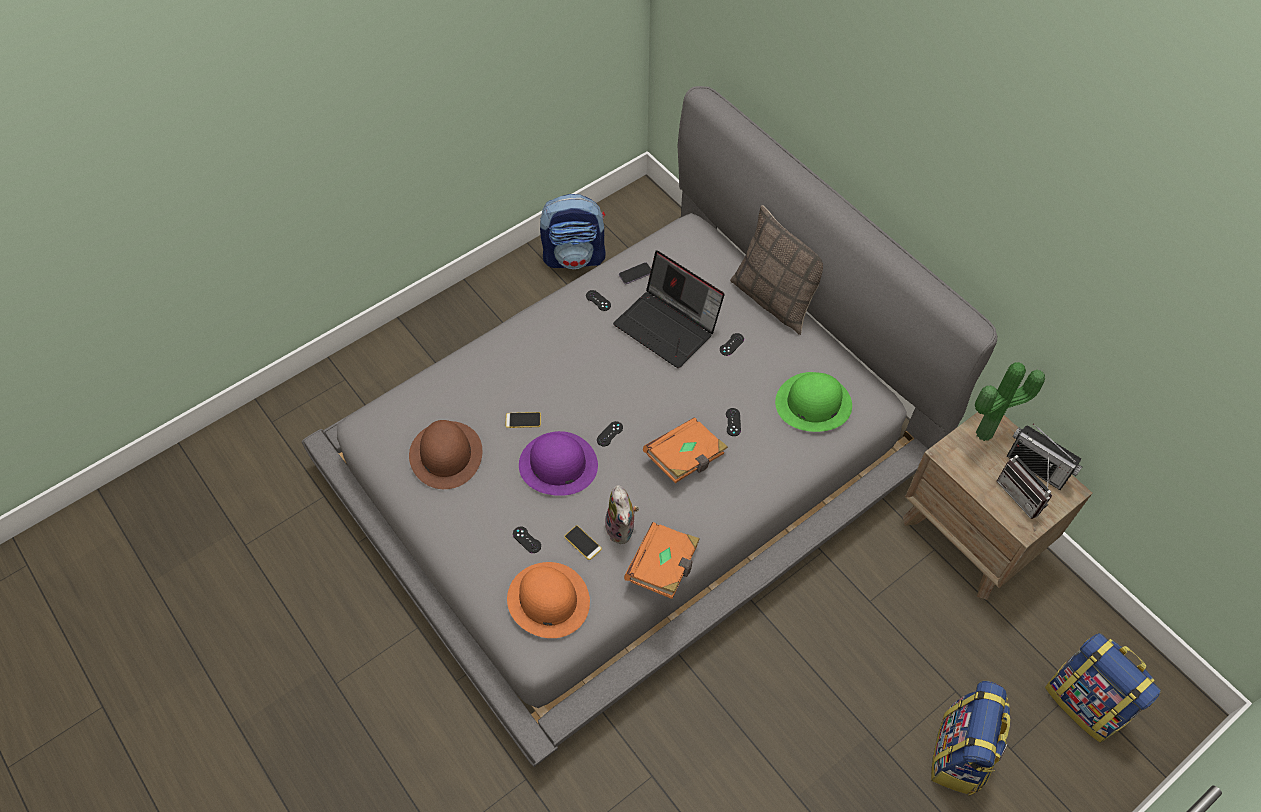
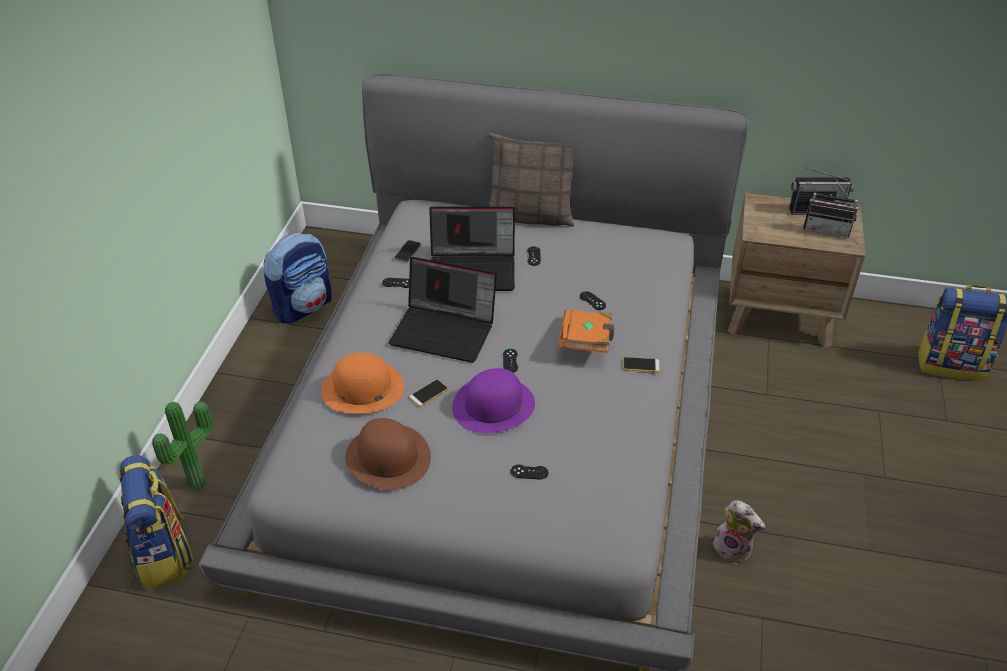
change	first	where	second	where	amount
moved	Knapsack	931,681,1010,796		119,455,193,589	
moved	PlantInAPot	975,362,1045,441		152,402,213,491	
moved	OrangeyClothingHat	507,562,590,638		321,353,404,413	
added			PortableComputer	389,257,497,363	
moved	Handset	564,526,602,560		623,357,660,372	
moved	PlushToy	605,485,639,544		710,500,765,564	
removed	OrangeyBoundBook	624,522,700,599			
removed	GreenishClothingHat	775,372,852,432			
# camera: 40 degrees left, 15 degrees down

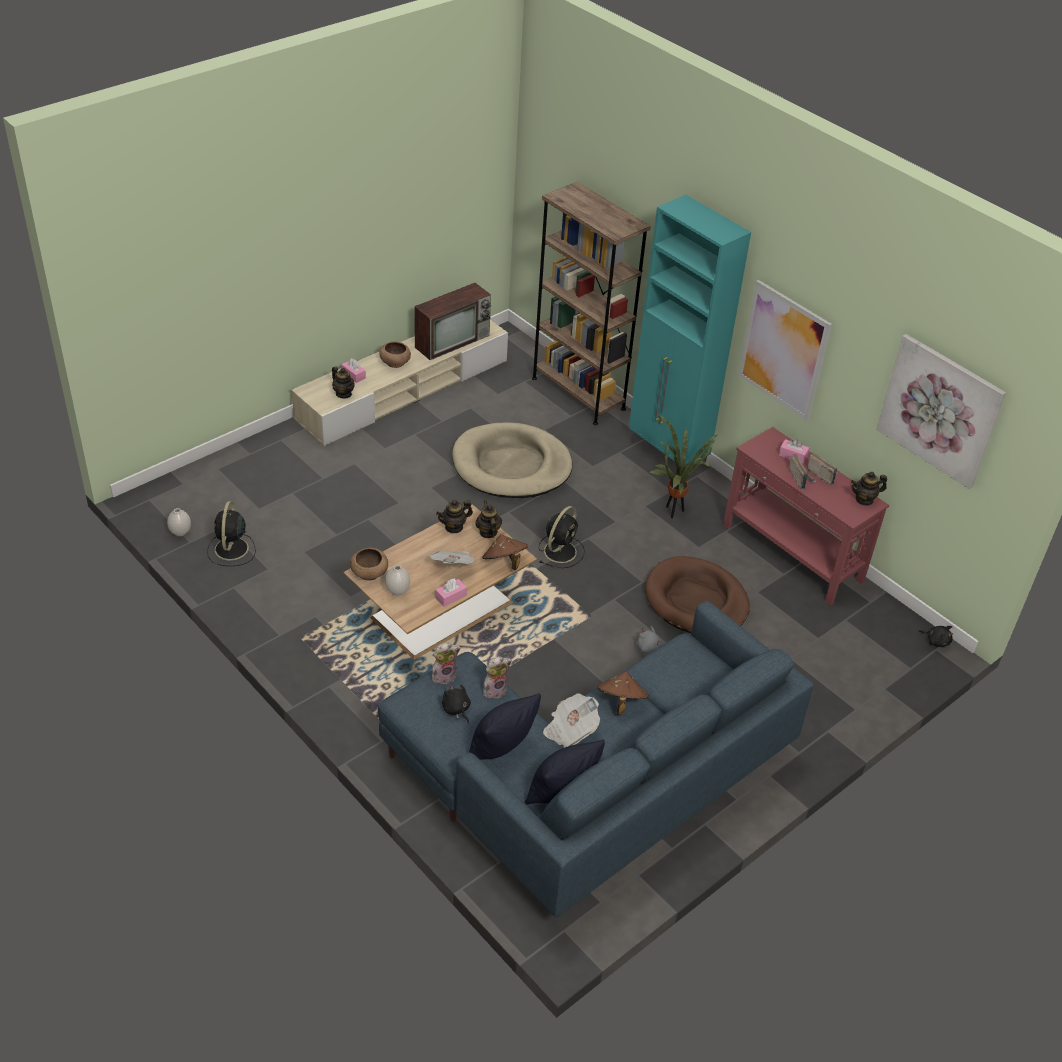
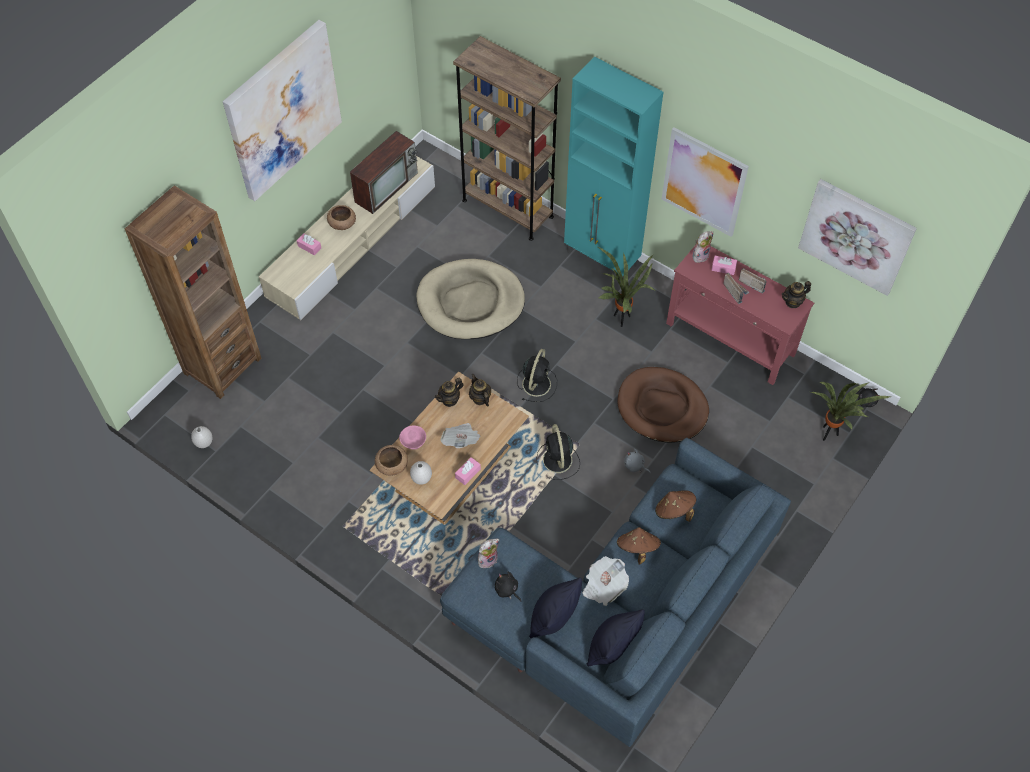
change	first	where	second	where	amount
added			BrownColouredBookcase	125,185,261,399	
added			Picture	223,20,342,201	
added			PinkColouredDeepDish	399,425,426,450	
moved	BlackColouredCoolingFan	207,501,256,566		536,424,580,480	
moved	BrownColouredClothingHat	482,534,528,570		655,490,696,522	
moved	PlushToy	483,656,512,699		693,231,714,264	
added			PlantInAPot	811,382,891,441	
removed	TeaPot	332,366,355,398			
# camera: 10 degrees left, 15 degrees up

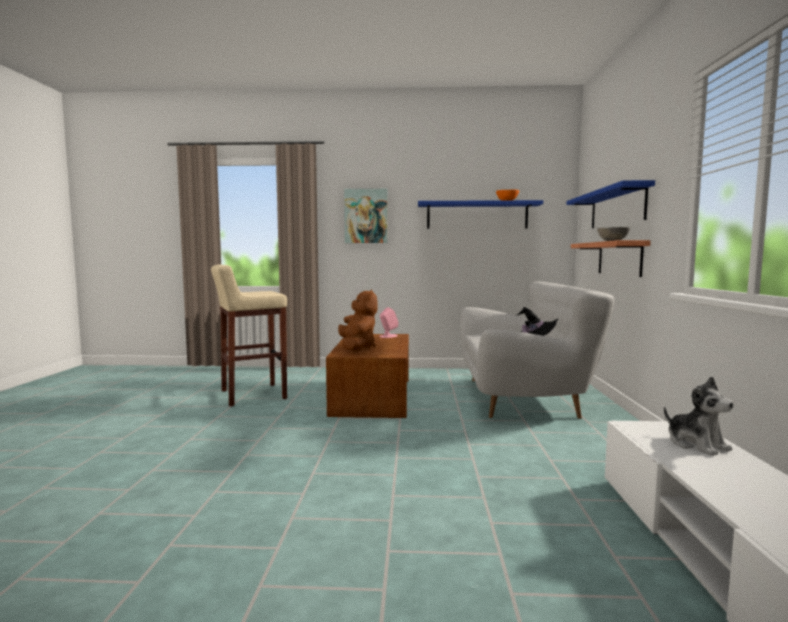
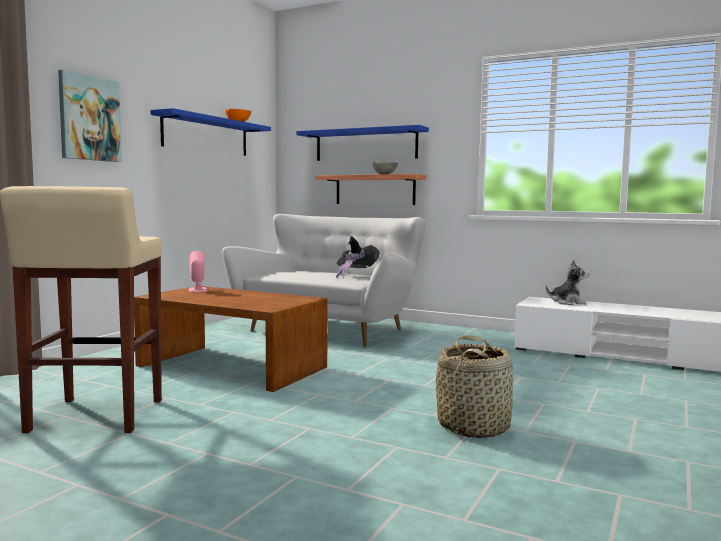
change	first	where	second	where	amount
added			HouseholdBasket	436,335,513,438	
removed	BrownColouredPlushToy	338,289,378,351			
# camera: 65 degrees left, 0 degrees up

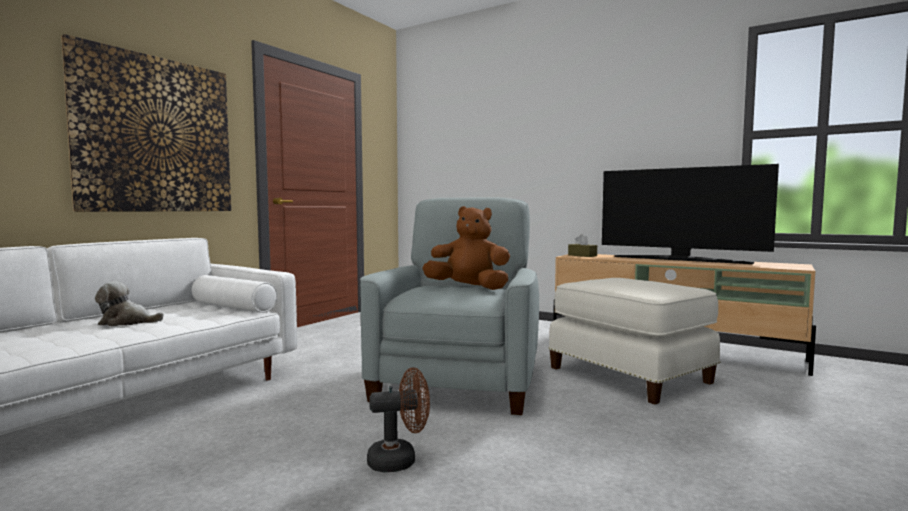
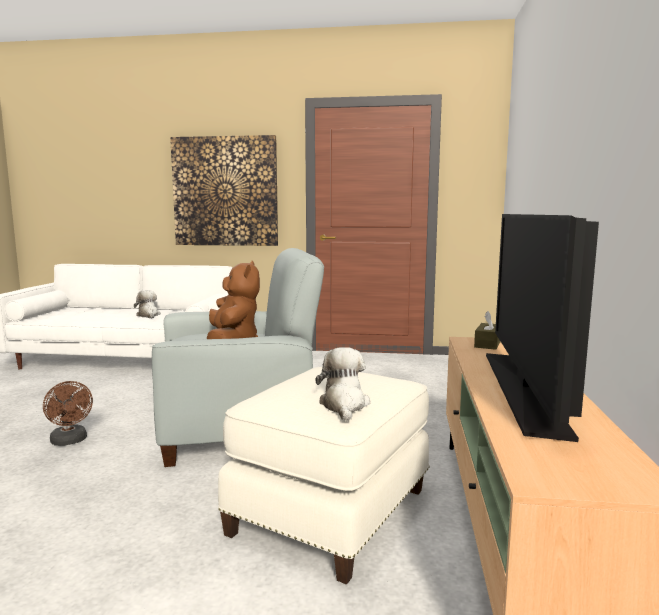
change	first	where	second	where	amount
added			PlushToy	315,347,370,421	
# camera: 65 degrees right, 5 degrees up

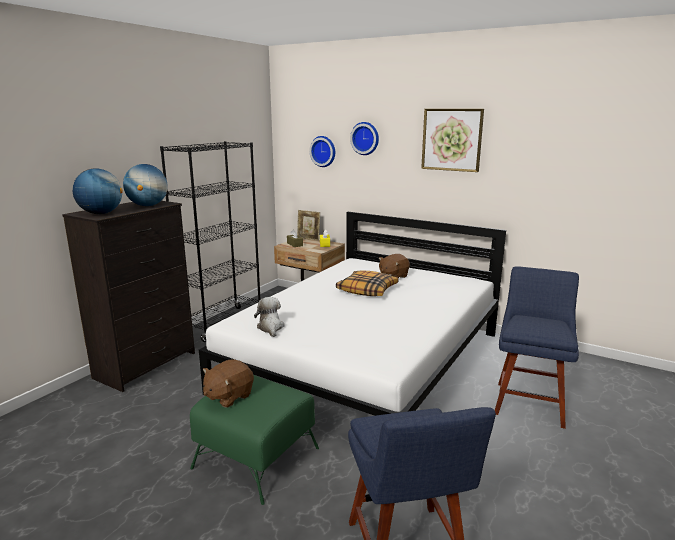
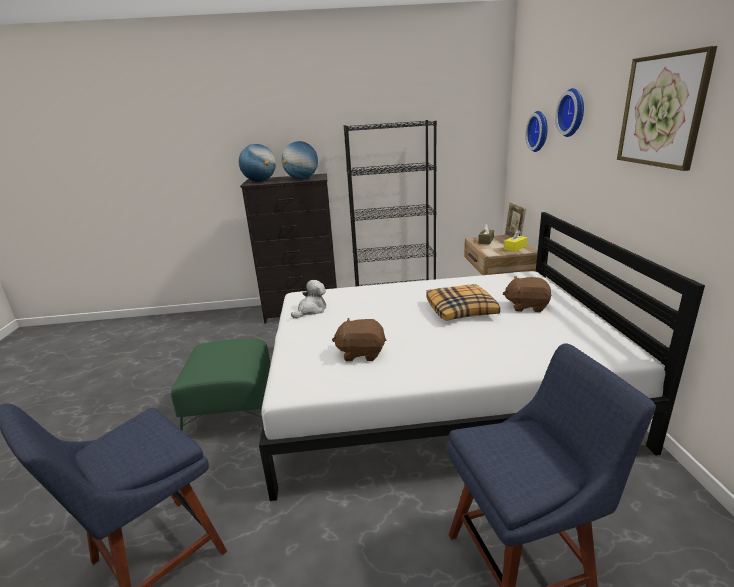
change	first	where	second	where	amount
moved	BrownColouredPlushToy	203,359,254,408		332,318,386,361	
# camera: 55 degrees right, 5 degrees up

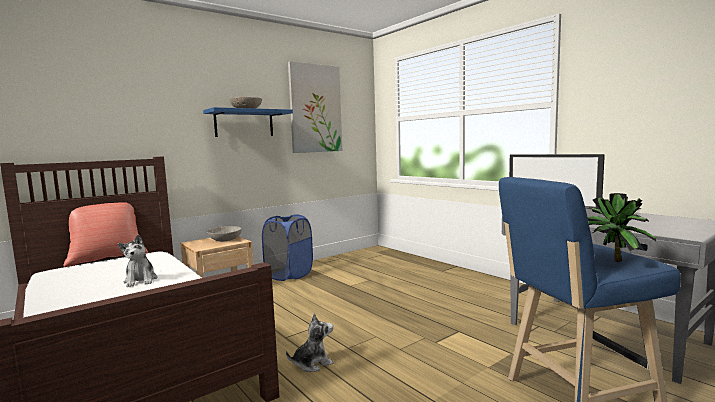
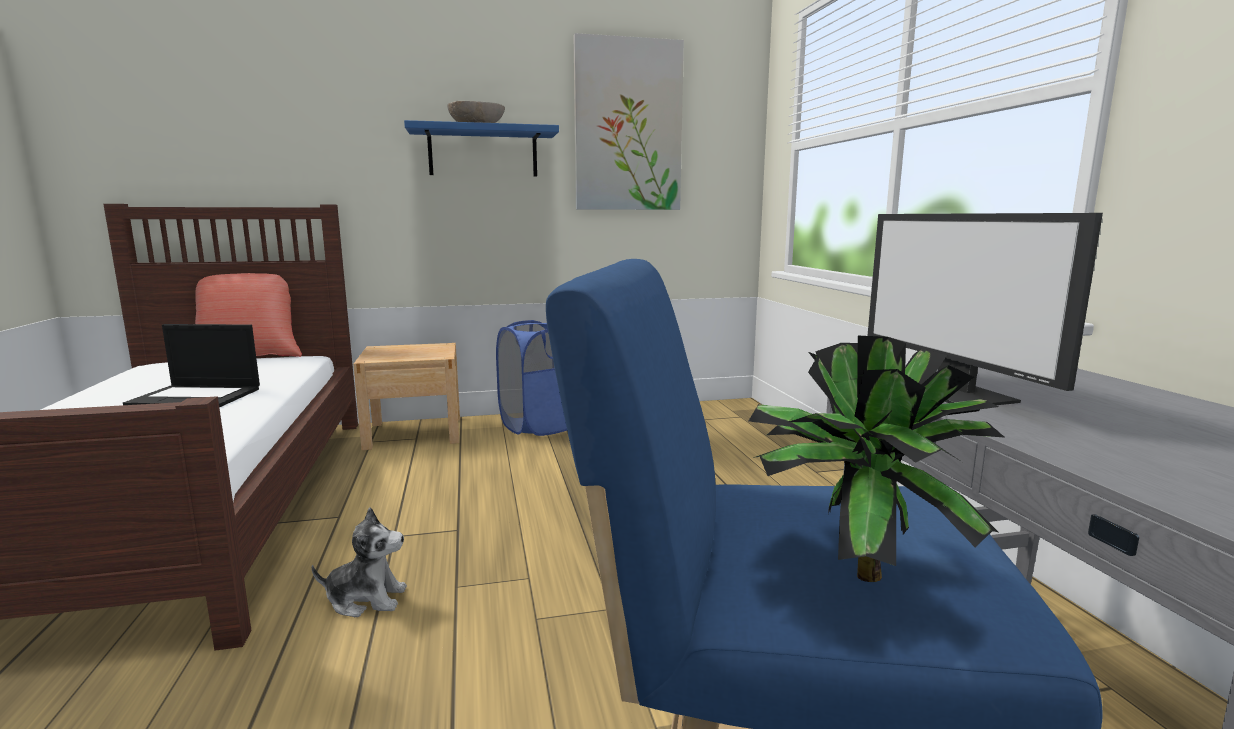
change	first	where	second	where	amount
replaced	PlushToy	118,235,157,287	PortableComputer	123,324,260,407	
removed	GreyishDeepDish	207,226,242,242			
# camera: 25 degrees right, 5 degrees up

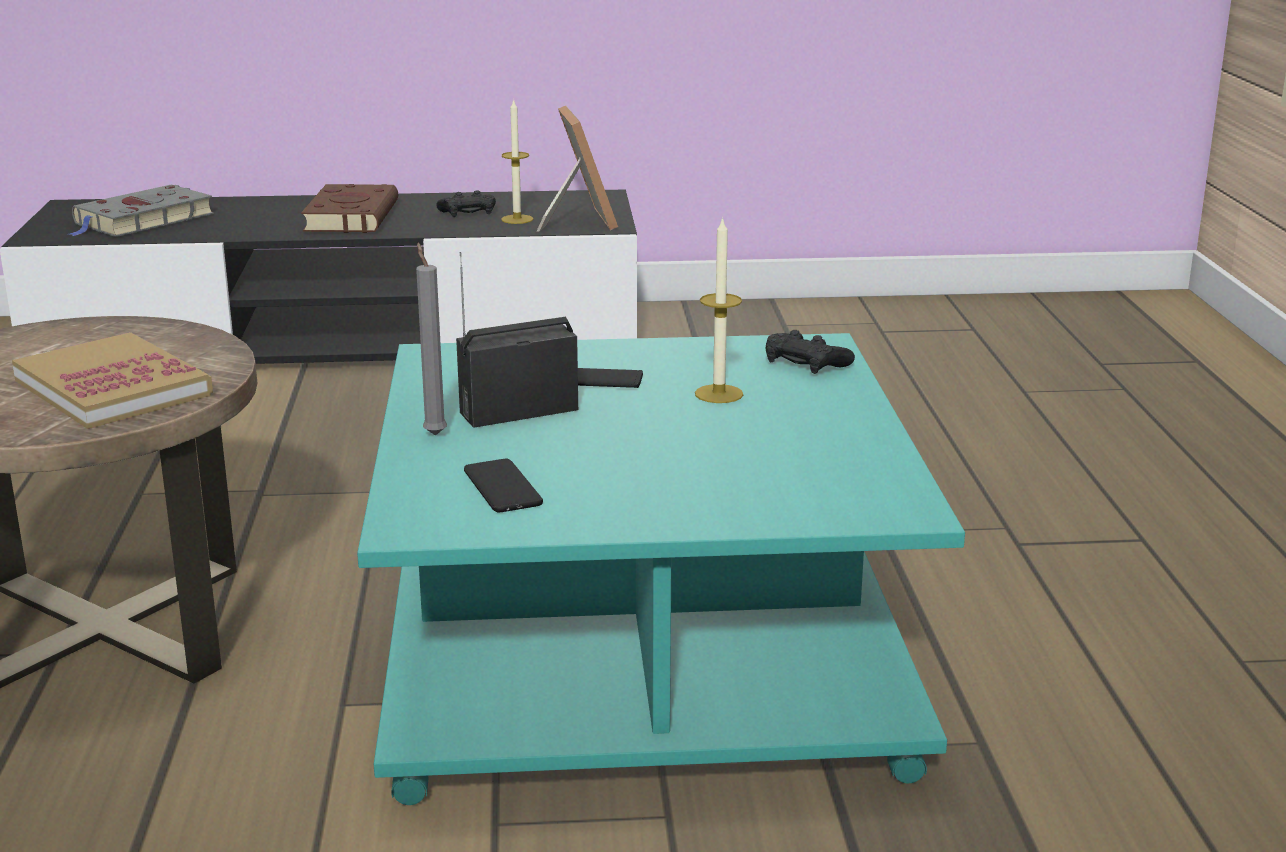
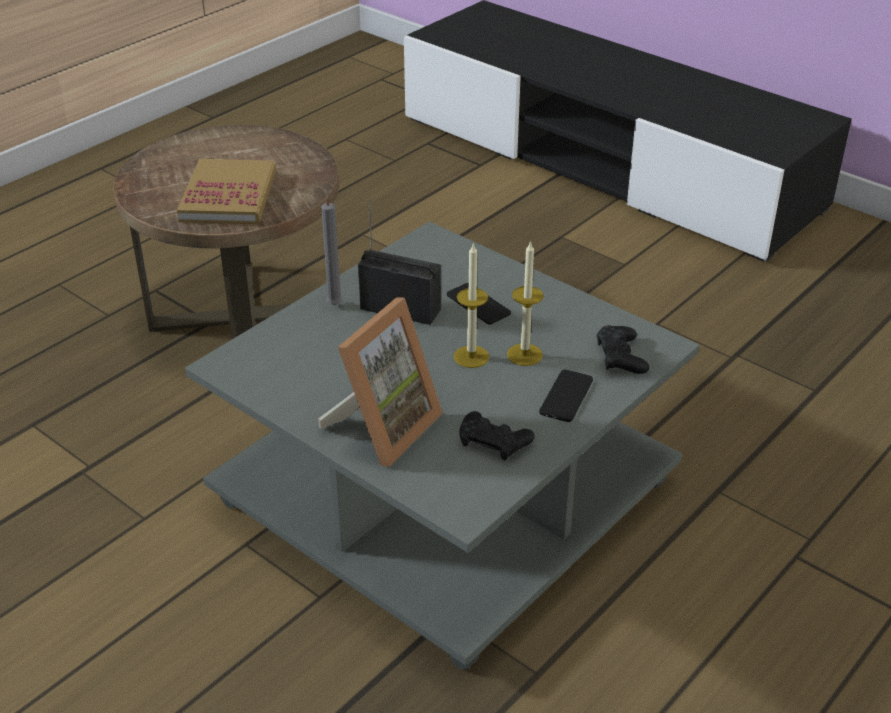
change	first	where	second	where	amount
recoloured	TurquoiseColouredLowTable	357,333,965,805	GreyishLowTable	185,222,700,670	
moved	StandingFrame	537,106,618,232		318,297,443,467	
moved	Candle	501,99,533,224		453,243,489,368	
moved	BlackColouredGamepad	436,190,496,217		459,411,535,460	
moved	Handset	464,459,543,513		539,369,593,422	
removed	GreyishBoundBook	70,184,214,237			
removed	BrownColouredBoundBook	301,184,398,233			
# camera: 45 degrees right, 15 degrees up

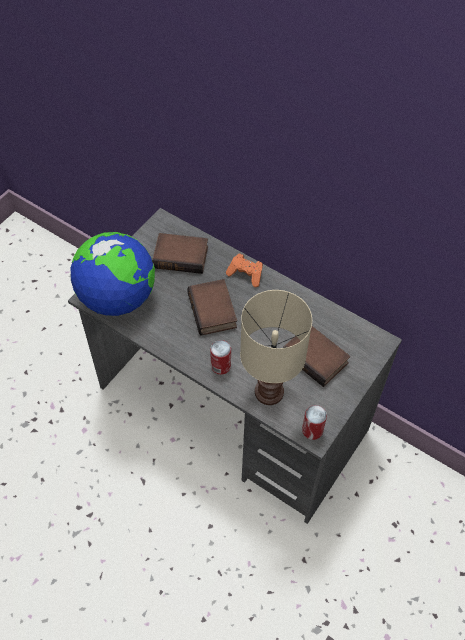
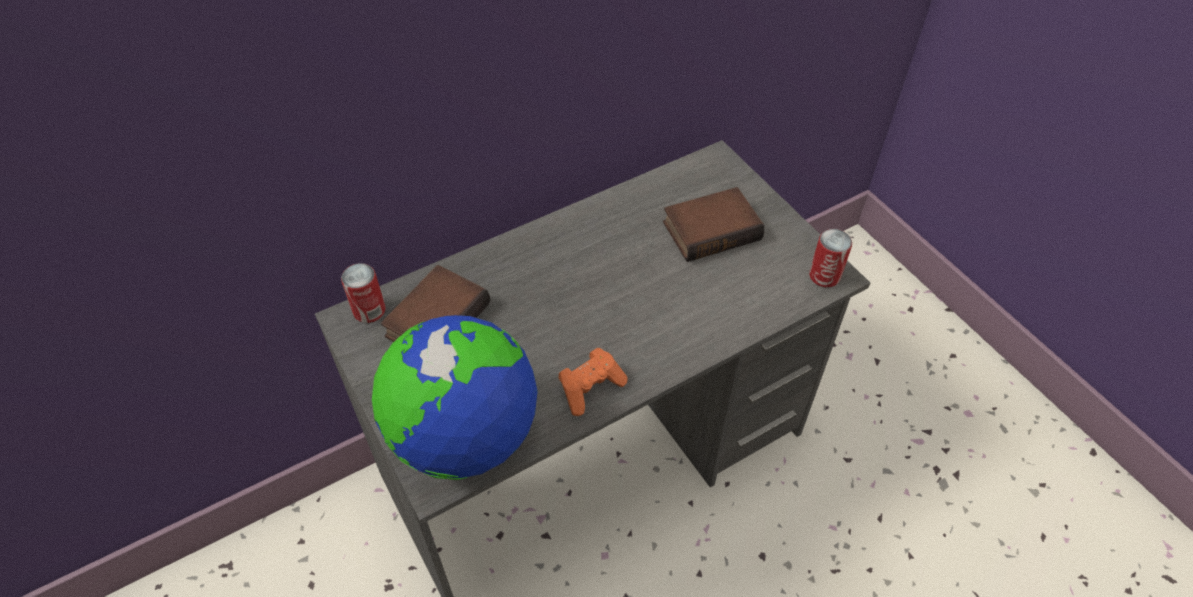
change	first	where	second	where	amount
moved	Can	210,340,231,375		341,263,386,323	
moved	OrangeyGamepad	226,254,263,287		558,348,628,416	
removed	BoundBook	187,279,237,336			
removed	BeigeColouredTableLamp	240,290,312,405			
# camera: 65 degrees left, 5 degrees down

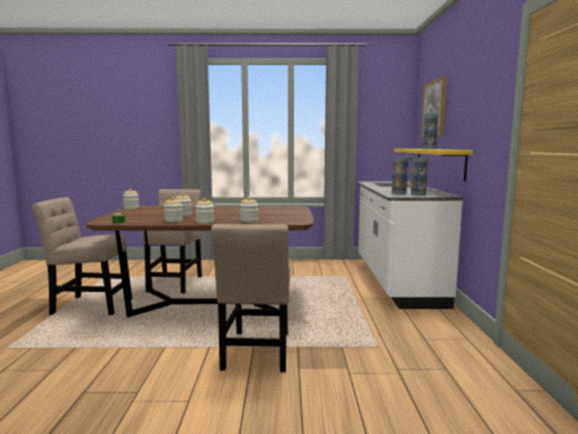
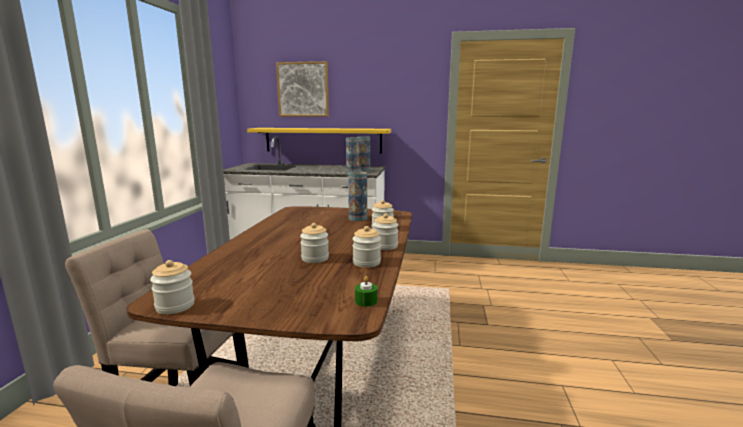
change	first	where	second	where	amount
moved	DecorativeVase	423,114,439,149		348,171,367,221	
removed	BeigeColouredUprightChair	211,224,290,372			
# camera: 80 degrees left, 5 degrees up

